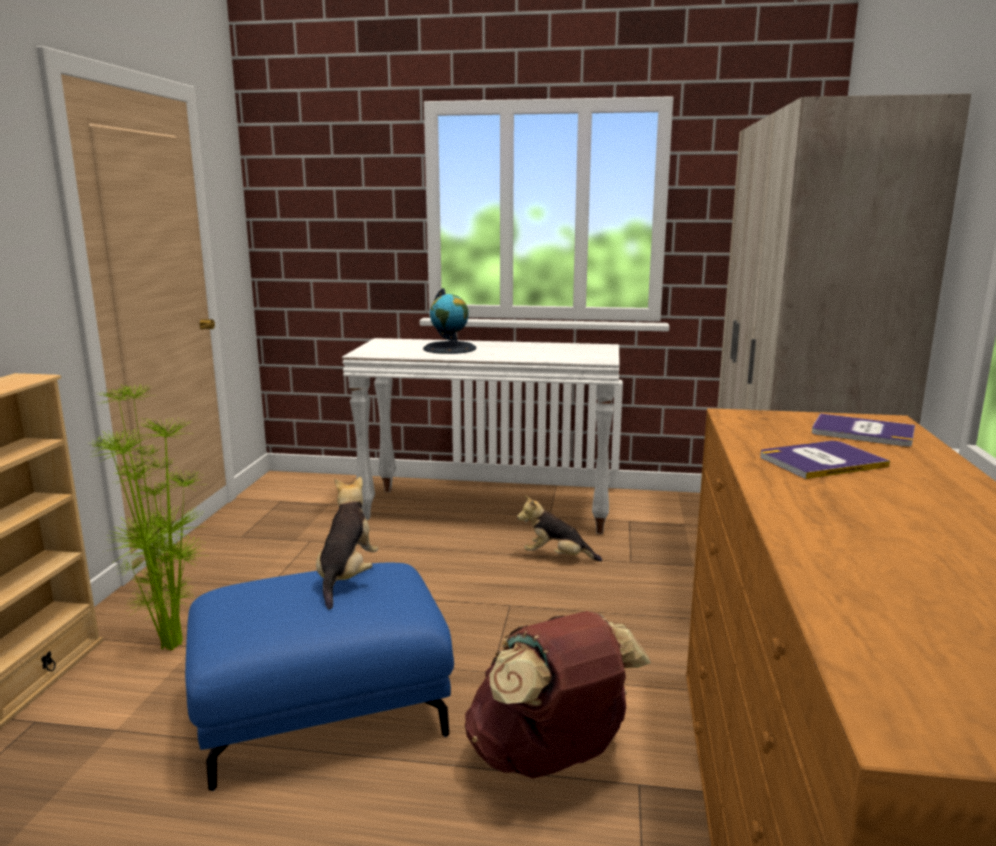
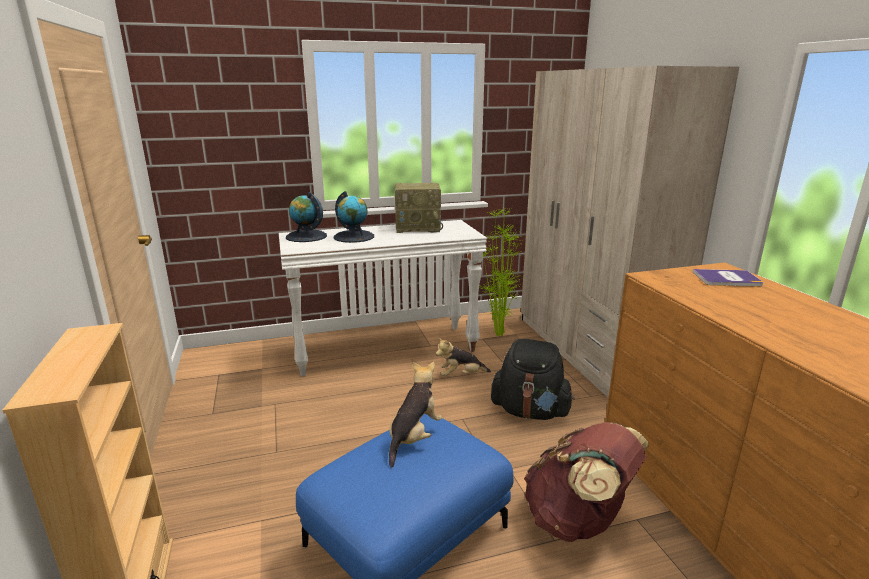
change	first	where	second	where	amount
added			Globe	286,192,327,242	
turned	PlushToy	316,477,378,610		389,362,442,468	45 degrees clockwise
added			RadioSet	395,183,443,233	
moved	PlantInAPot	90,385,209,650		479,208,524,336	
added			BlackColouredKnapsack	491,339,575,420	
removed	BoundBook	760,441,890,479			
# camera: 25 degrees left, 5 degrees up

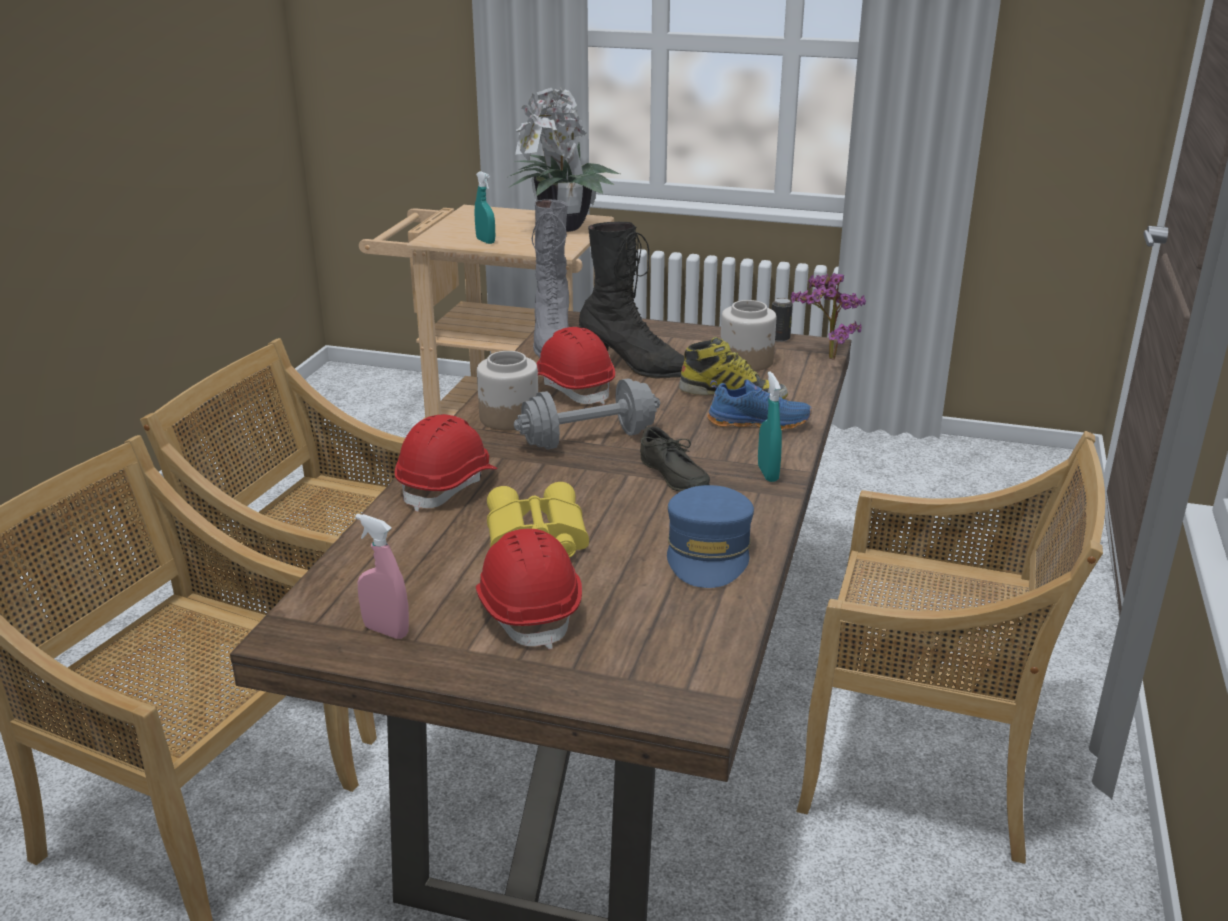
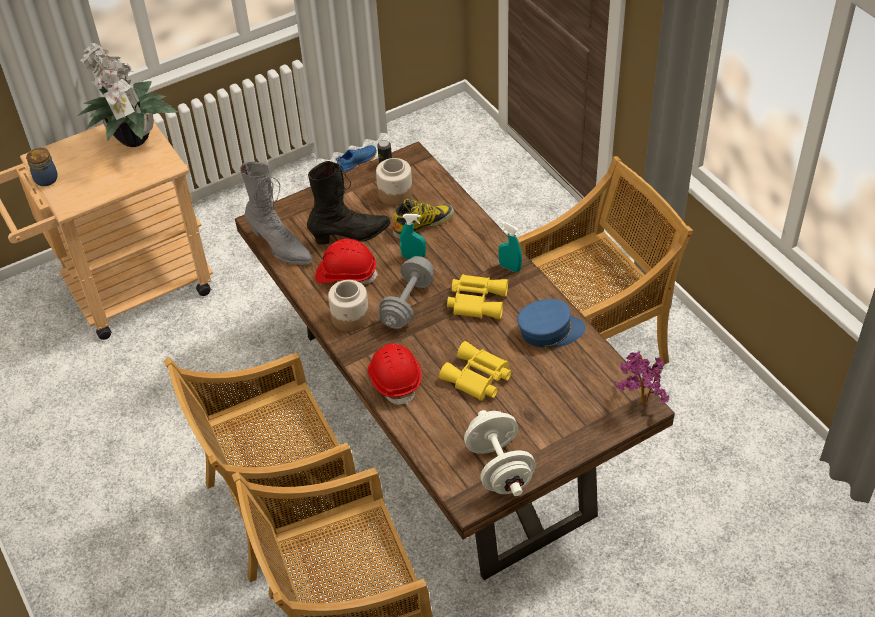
change	first	where	second	where	amount
added			Jar	26,147,58,186	
moved	BluishItemOfFootwear	707,380,812,431		336,145,377,174	
moved	TurquoiseColouredSprayBottle	475,171,495,244		400,214,426,259	
replaced	GreyishItemOfFootwear	640,426,710,492	YellowFieldGlasses	447,274,508,319	
replaced	PinkColouredSprayBottle	355,514,409,639	WhitishHandWeight	464,410,536,496	
turned	BluishBaseballCap	667,485,754,588		517,299,586,347	60 degrees counterclockwise
moved	PlantInAPot	791,273,866,359		615,351,669,404	
removed	ReddishSafetyHelmet	476,529,582,649			
# camera: 45 degrees left, 20 degrees up

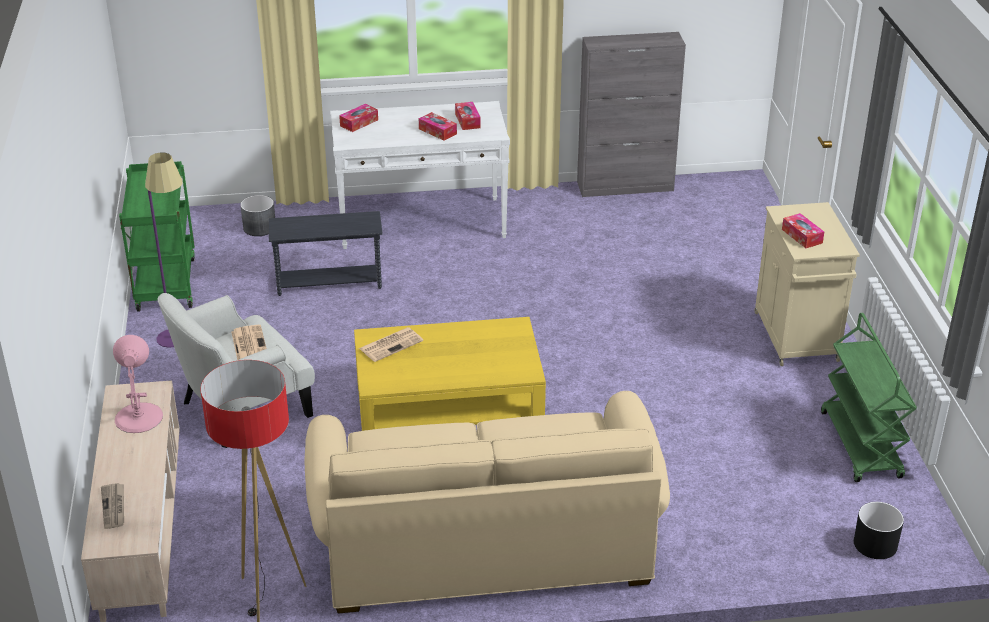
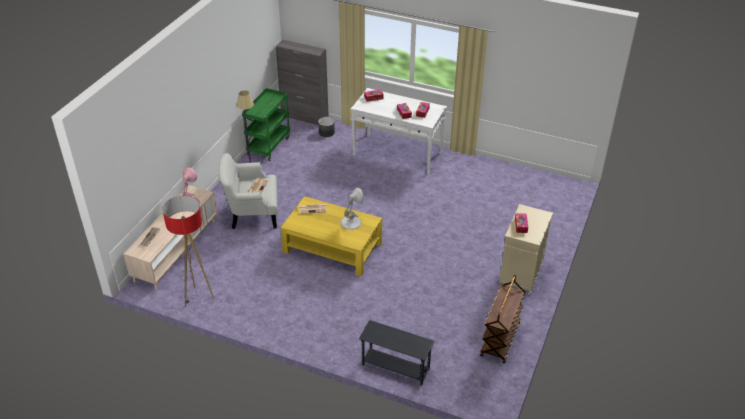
change	first	where	second	where	amount
moved	GreyishCabinet	577,32,686,197		276,40,329,125	
added			WhitishTableLamp	340,188,364,230	
moved	GreyishEndTable	269,211,383,296		359,320,435,385	
recoloured	GreenishCart	821,313,917,482	BrownColouredCart	480,275,525,364	
removed	BeigeColouredSettee	304,391,670,614			
removed	BlackColouredFlowerPot	854,502,904,559			
# camera: 30 degrees right, 5 degrees up

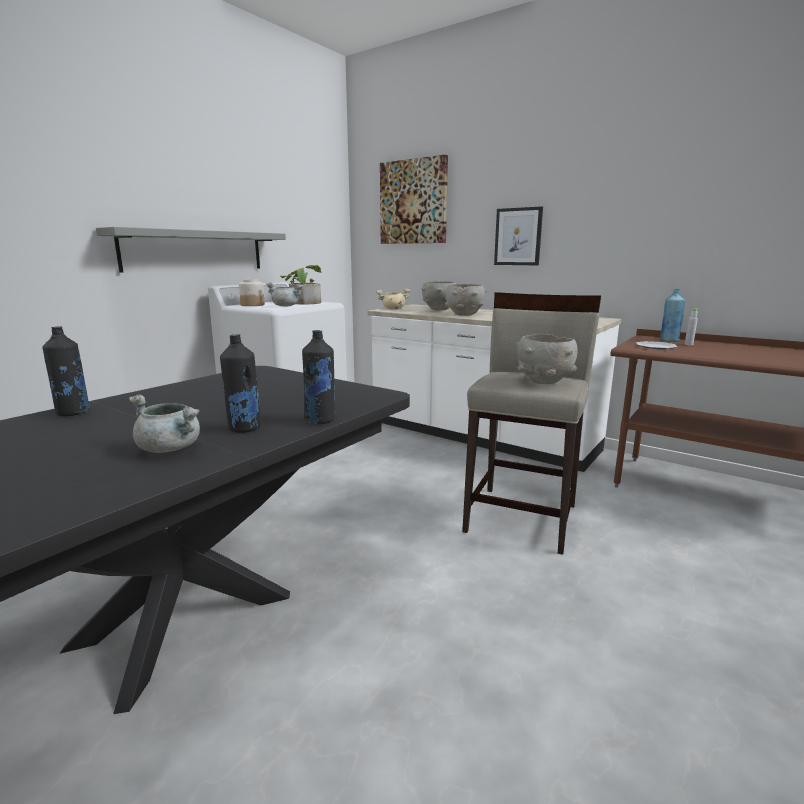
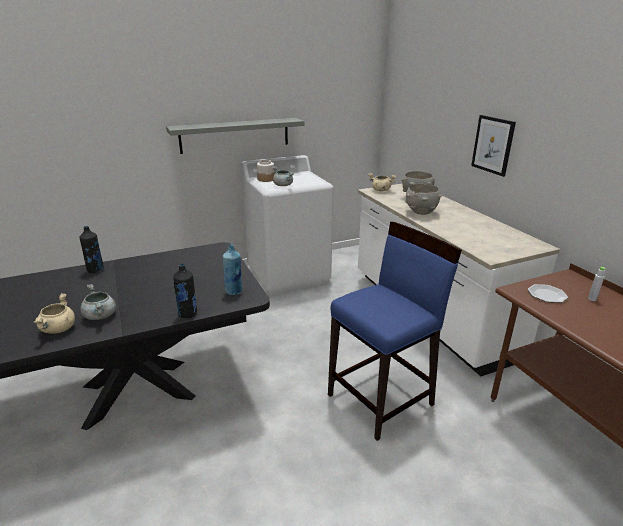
change	first	where	second	where	amount
added			BeigeColouredStockpot	33,293,75,333	
moved	BluishDrinkBottle	660,289,685,342		223,244,242,295	
recoloured	BeigeColouredStoolSeat	462,292,601,555	BluishStoolSeat	328,222,462,441	
removed	BlackColouredDrinkBottle	220,334,261,433			
removed	PlantInAPot	280,265,322,305			
removed	Picture	380,154,448,244			
removed	GreyishDeepDish	516,334,578,384			
# camera: 30 degrees right, 10 degrees up

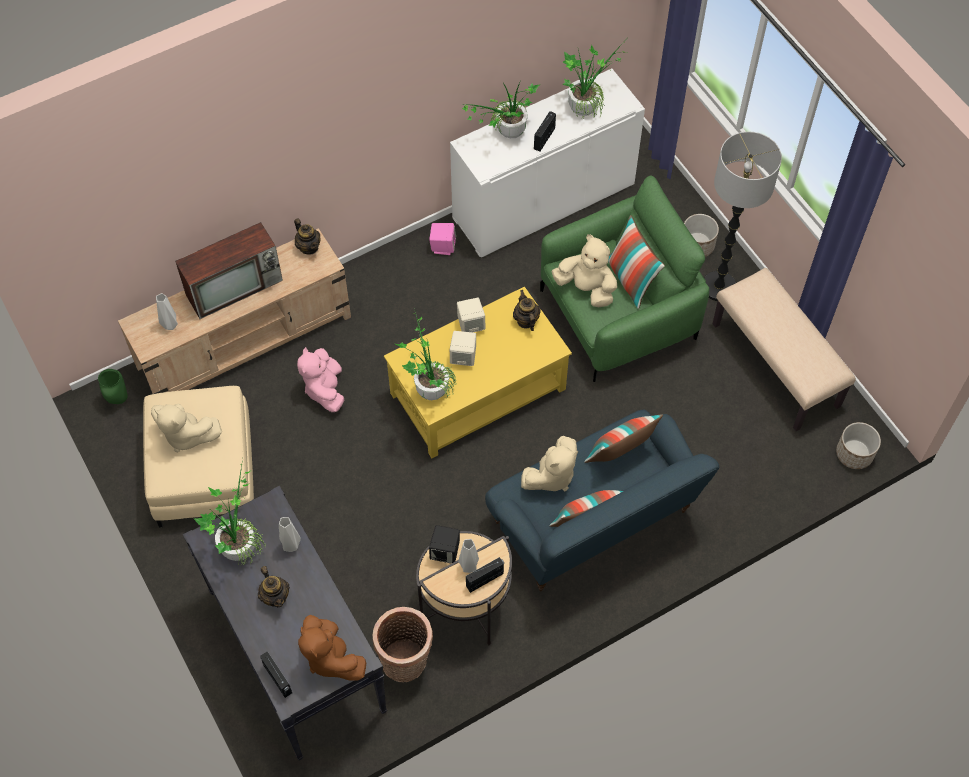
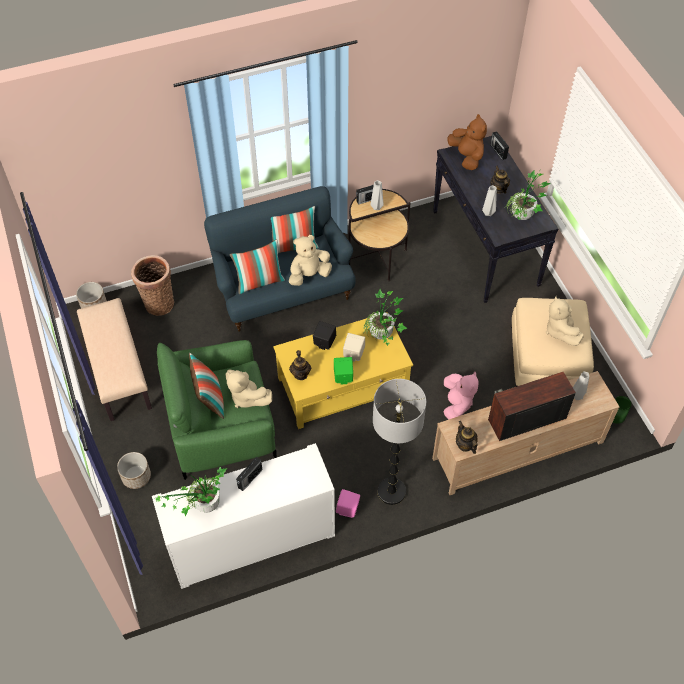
change	first	where	second	where	amount
moved	HouseholdBasket	372,607,433,682		131,255,174,316	
moved	BlackColouredSpeaker	429,525,460,564		313,321,336,350	
recoloured	BeigeColouredSpeaker	457,298,486,332	GreenishSpeaker	334,357,353,385	
moved	FloorLamp	704,132,782,301		373,379,426,505	
turned	BeigeColouredPlushToy	151,404,222,453		546,296,583,346	135 degrees counterclockwise
removed	PlantInAPot	462,83,540,138			
# camera: 170 degrees left, 5 degrees down

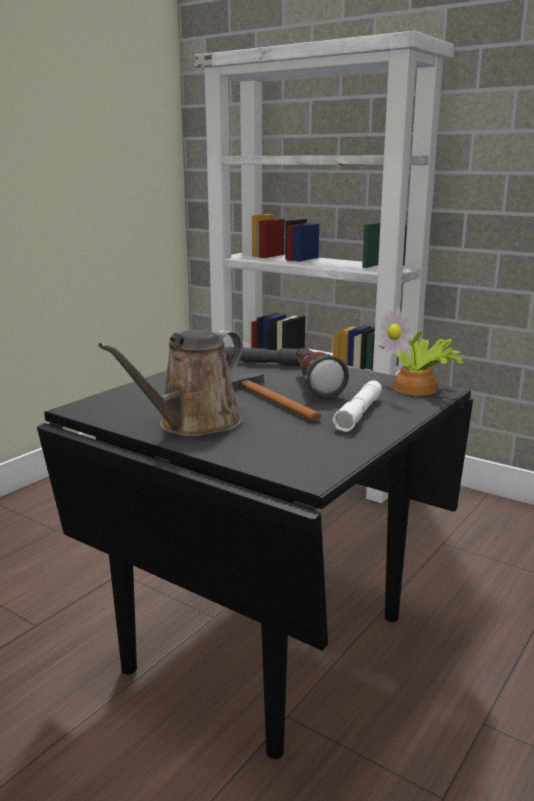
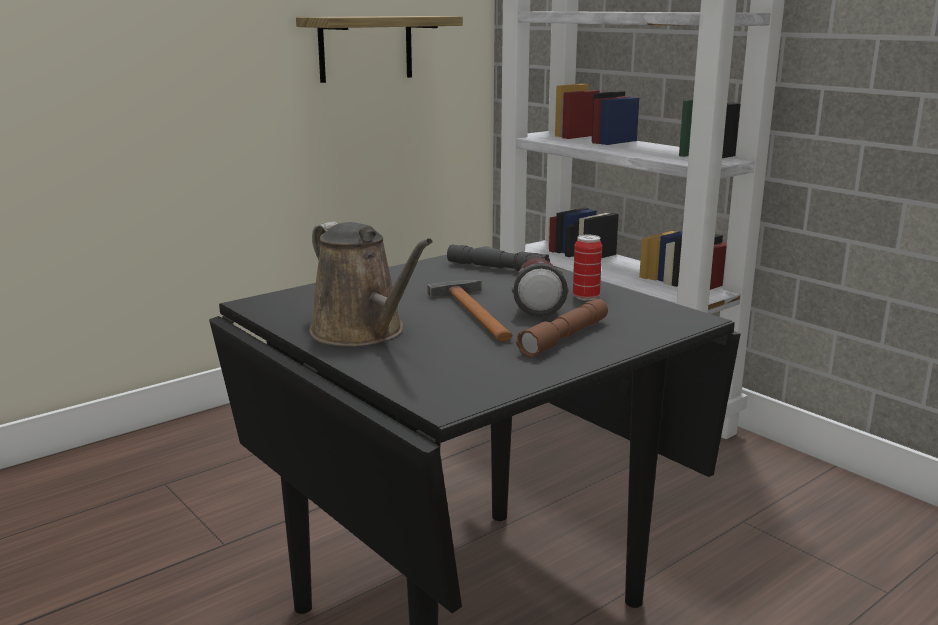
change	first	where	second	where	amount
added			WallShelf	296,16,463,83	
turned	BrownColouredSprinklingCan	98,329,243,437		309,222,433,347	90 degrees counterclockwise
recoloured	WhitishFlashlight	333,380,382,432	BrownColouredFlashlight	516,299,608,358	
added			Can	573,235,602,301	
removed	PlantInAPot	378,307,464,396			
# camera: 15 degrees right, 0 degrees up

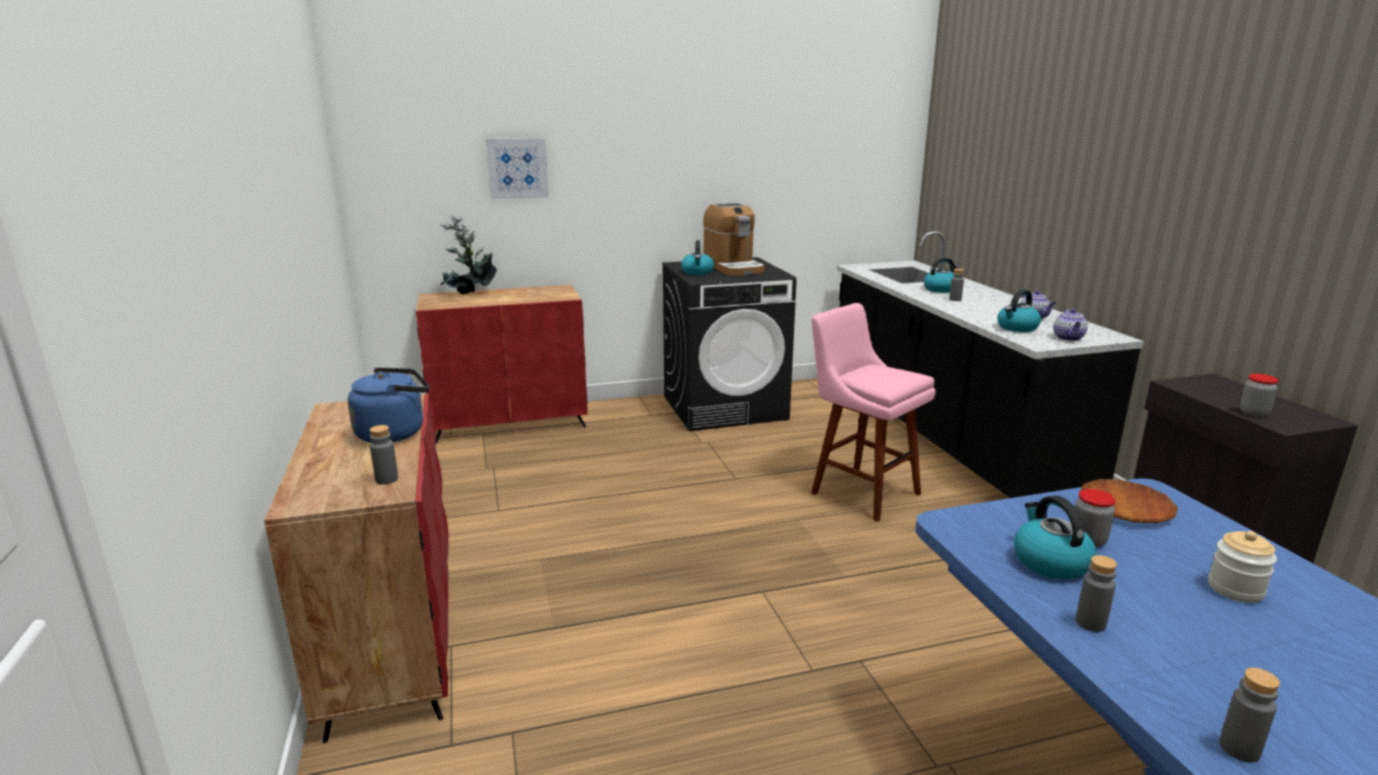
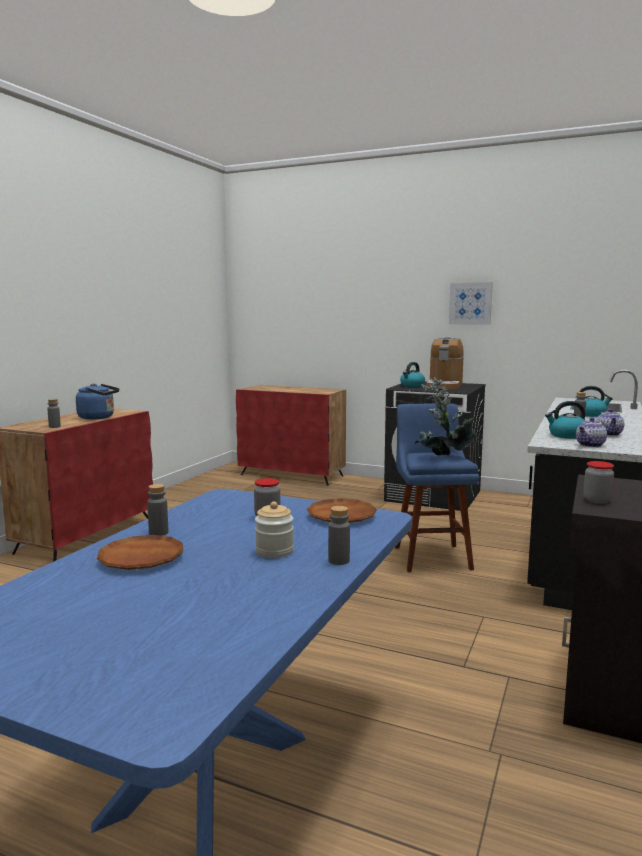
change	first	where	second	where	amount
added			BrownColouredPlate	97,535,183,570	
moved	GreyishDrinkBottle	1219,668,1280,763		328,506,350,565	
recoloured	PinkColouredStoolSeat	811,303,936,522	BluishStoolSeat	395,404,479,572	
moved	PlantInAPot	440,215,497,294		414,377,476,456	
moved	Picture	485,138,549,199		449,282,493,325	
removed	TeaKettle	1014,495,1096,579			
# camera: 40 degrees right, 10 degrees down

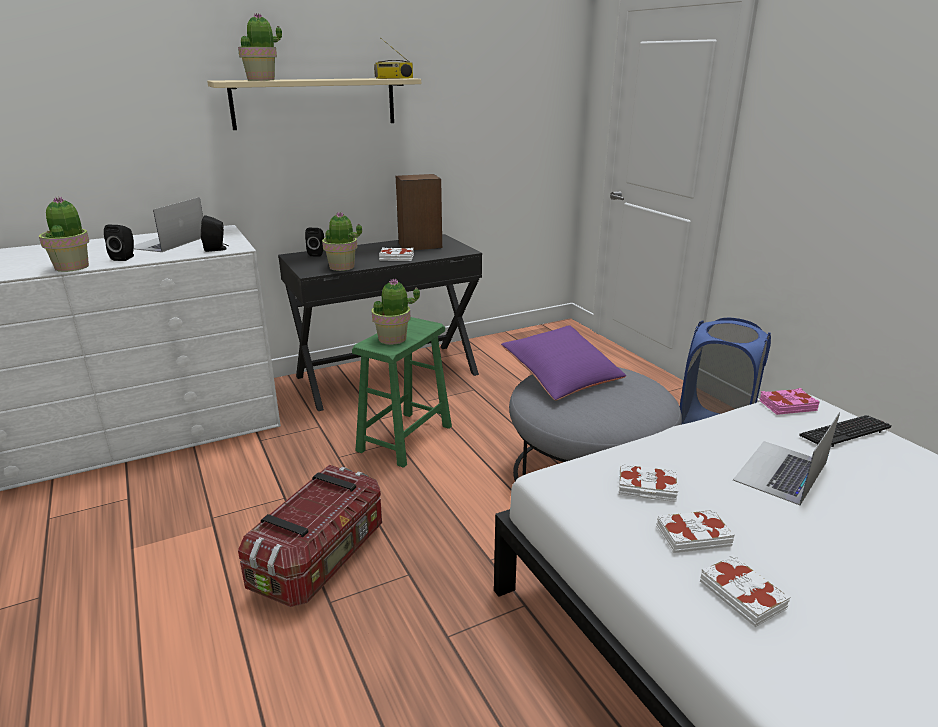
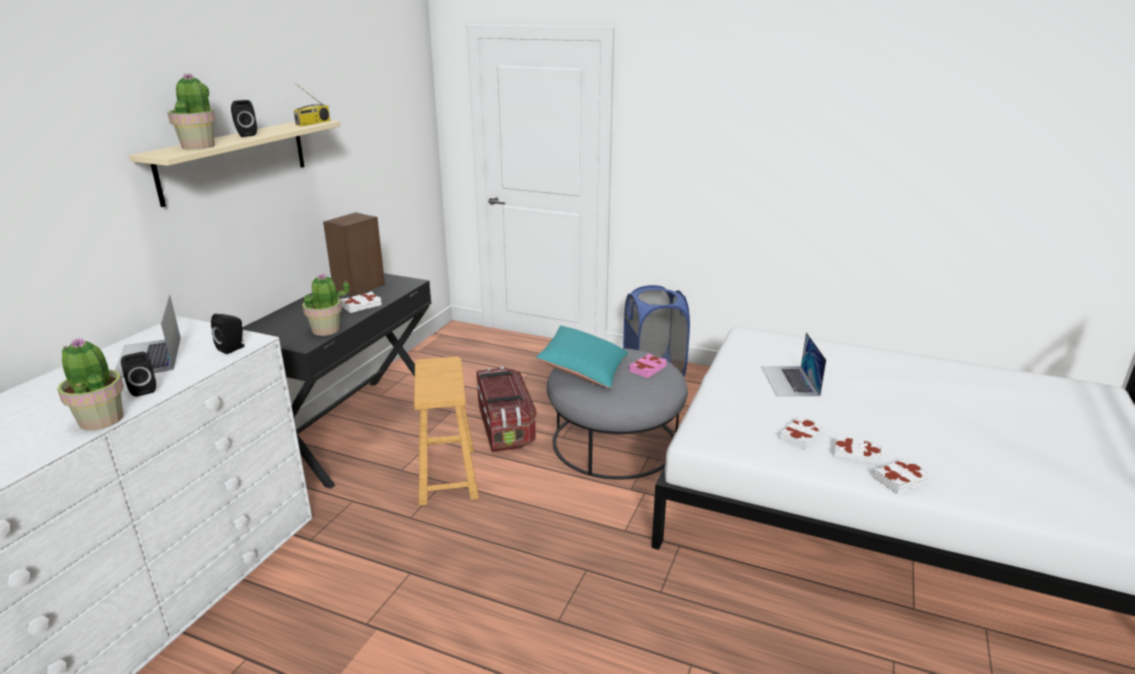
change	first	where	second	where	amount
moved	BlackColouredSpeaker	305,228,324,257		231,100,257,137	
recoloured	GreenishStoolSeat	352,317,452,468	BrownColouredStoolSeat	414,356,479,506	
moved	StorageBox	238,465,382,607		477,366,537,452	
recoloured	PurplishCushion	501,325,626,401	TurquoiseColouredCushion	536,326,628,388	
moved	PinkColouredBoundBook	759,388,820,415		629,353,667,378	
moved	WhitishBoundBook	619,463,678,502		873,458,931,494	
removed	PlantInAPot	372,278,420,345			
removed	Keyboard	799,415,892,447			
# camera: 40 degrees left, 0 degrees up

